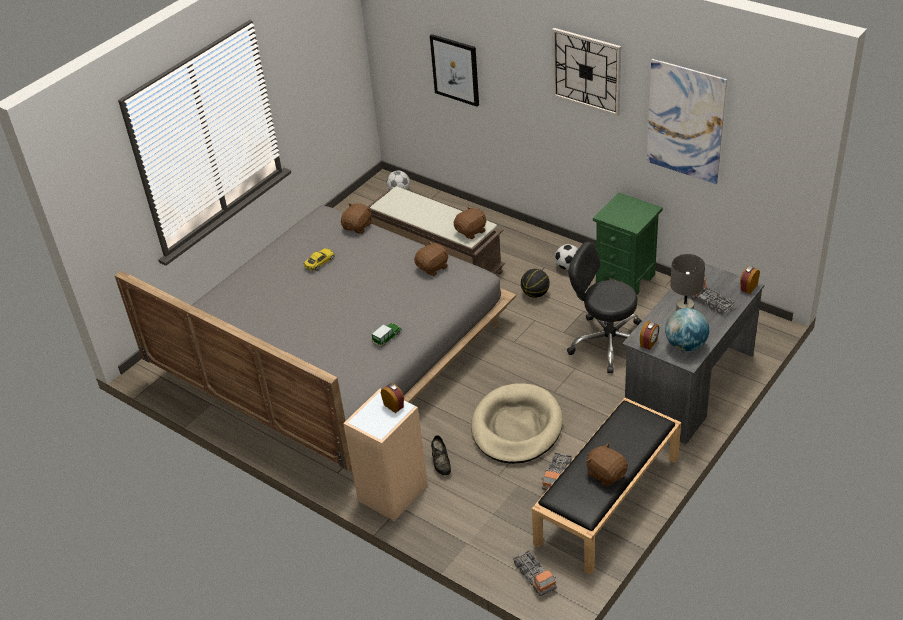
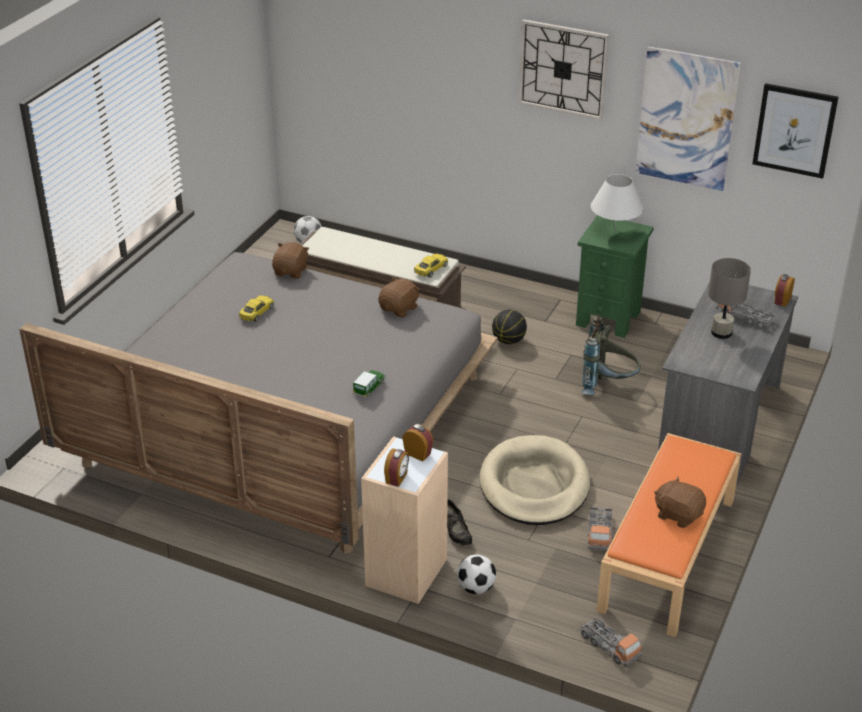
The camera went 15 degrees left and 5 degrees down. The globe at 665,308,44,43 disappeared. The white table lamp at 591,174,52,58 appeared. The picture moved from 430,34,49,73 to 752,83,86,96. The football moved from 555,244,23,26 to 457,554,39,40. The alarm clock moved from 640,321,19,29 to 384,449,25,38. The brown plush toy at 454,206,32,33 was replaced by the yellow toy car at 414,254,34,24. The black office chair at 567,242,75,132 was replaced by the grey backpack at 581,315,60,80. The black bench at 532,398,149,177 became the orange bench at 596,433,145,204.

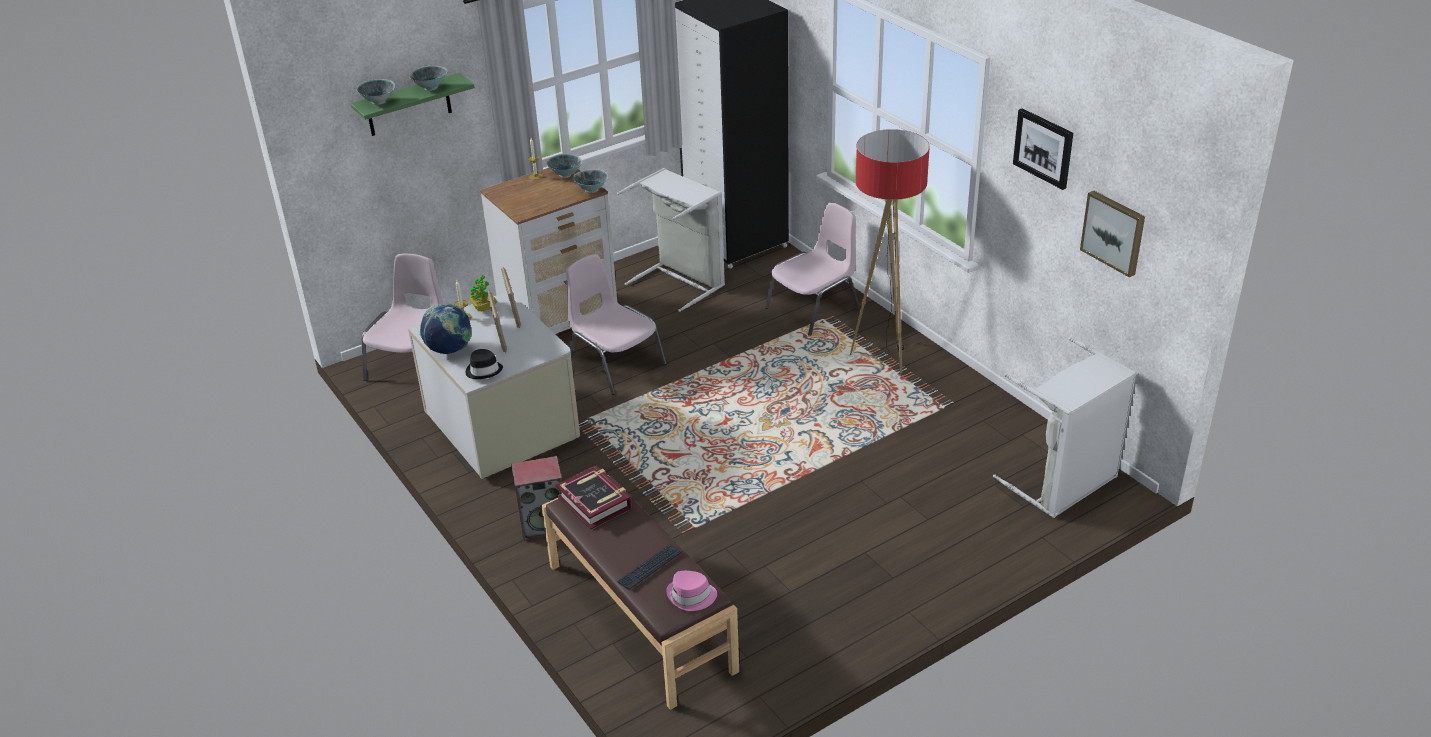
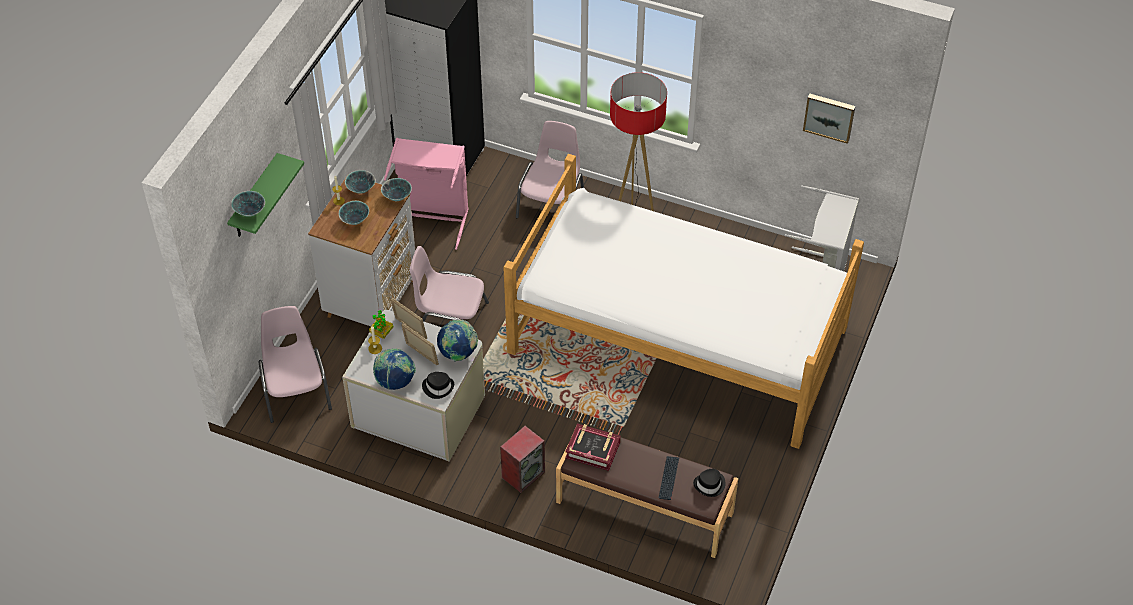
The camera went 35 degrees left and 15 degrees up. The picture at 1013,108,60,82 disappeared. The globe at 437,320,41,42 appeared. The bed at 503,154,361,295 appeared. The bowl moved from 409,66,38,25 to 339,201,30,24. The grey laundry basket at 617,168,108,144 became the pink laundry basket at 384,138,85,112. The pink hat at 666,571,51,40 became the black hat at 693,469,33,28.

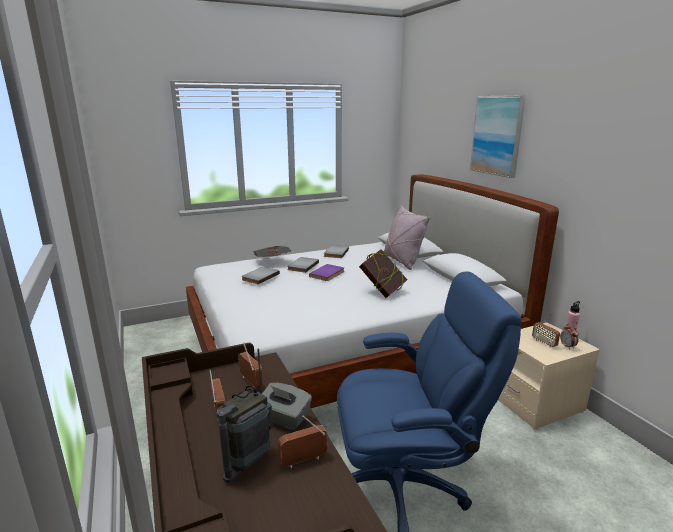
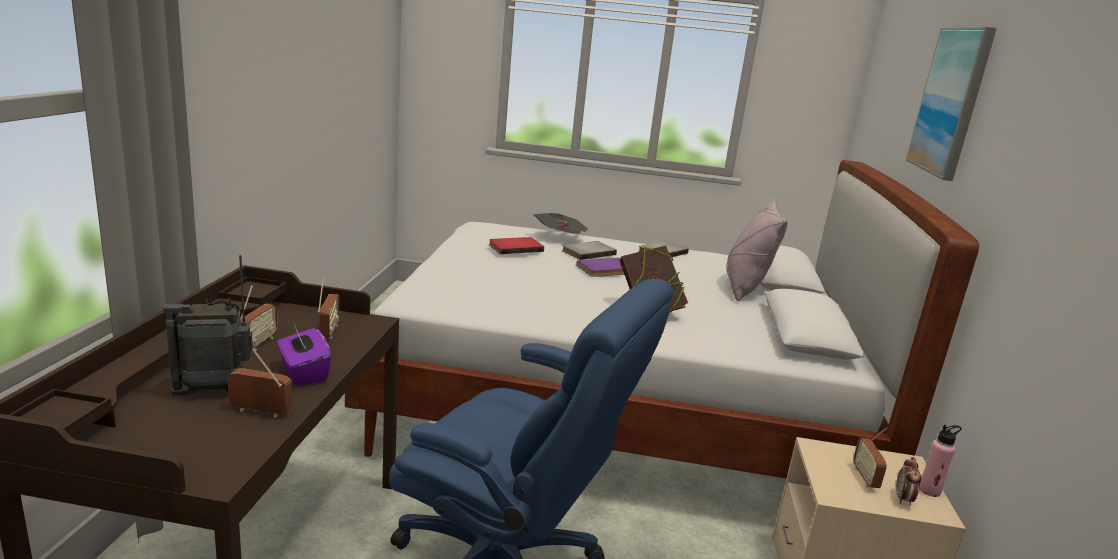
The camera went 30 degrees right and 0 degrees up. The grey book at 242,267,38,17 became the red book at 489,237,55,17. The grey tissue box at 262,383,50,47 became the purple tissue box at 277,324,55,62.

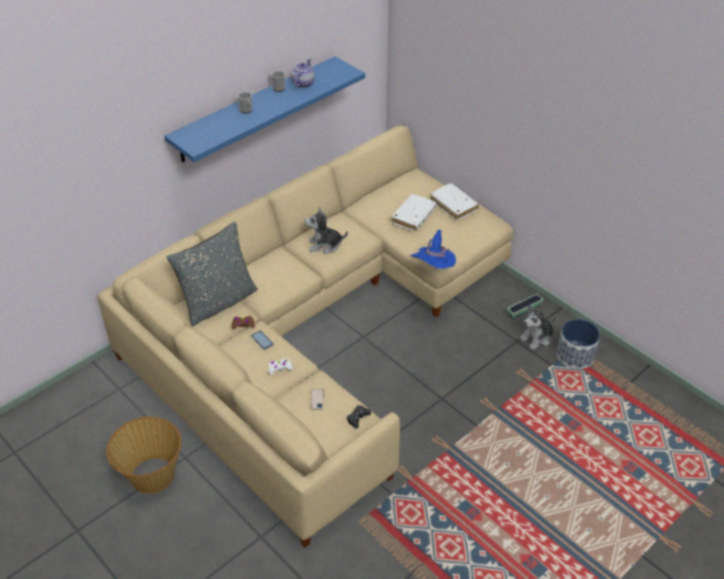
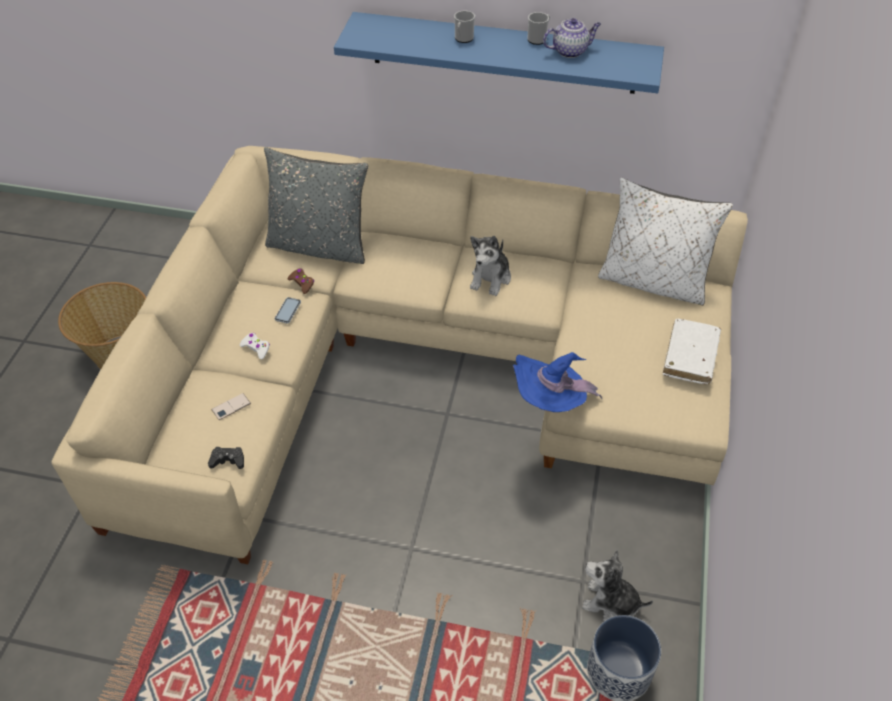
The camera went 55 degrees right and 5 degrees up. The white book at 391,194,46,37 disappeared. The planter at 507,294,36,25 disappeared. The white pillow at 598,178,135,127 appeared. The plush toy at 305,207,43,47 turned 120 degrees counterclockwise.

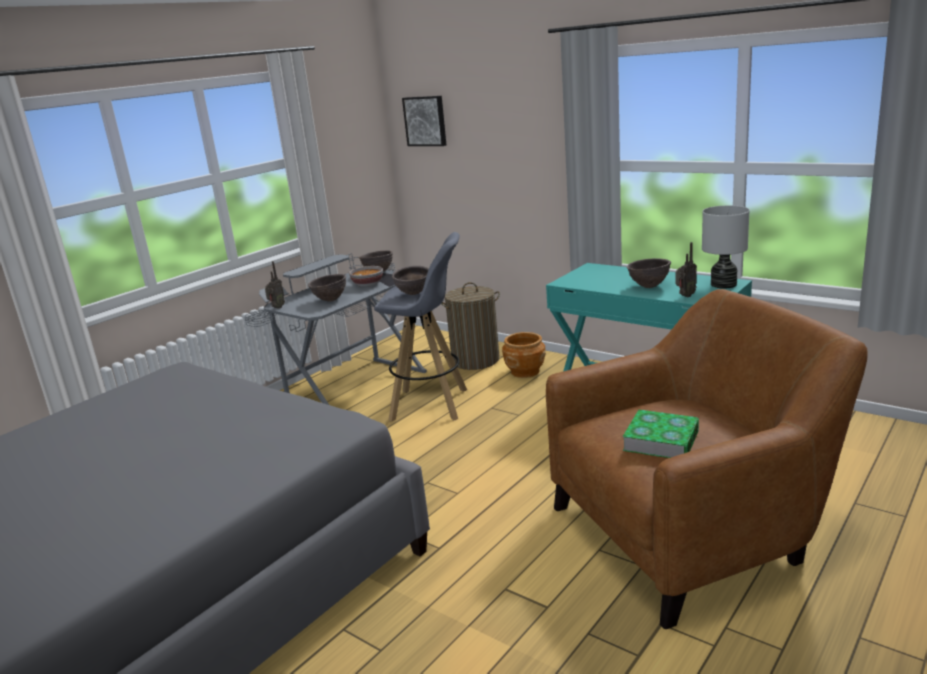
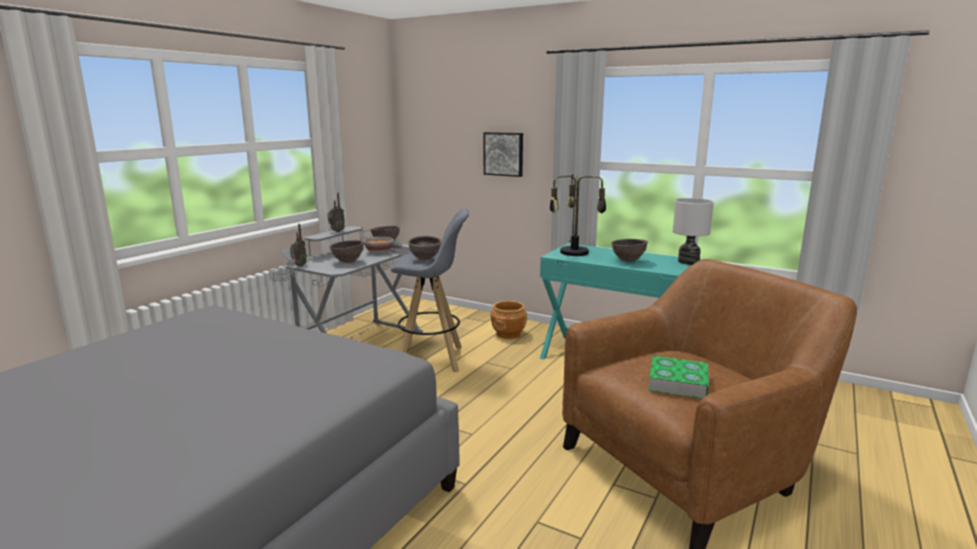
The camera went 10 degrees left and 5 degrees down. The laundry basket at 441,282,59,88 disappeared. The table lamp at 550,173,56,83 appeared. The picture moved from 402,96,44,50 to 484,132,39,45. The radio moved from 675,242,22,55 to 328,193,17,39.

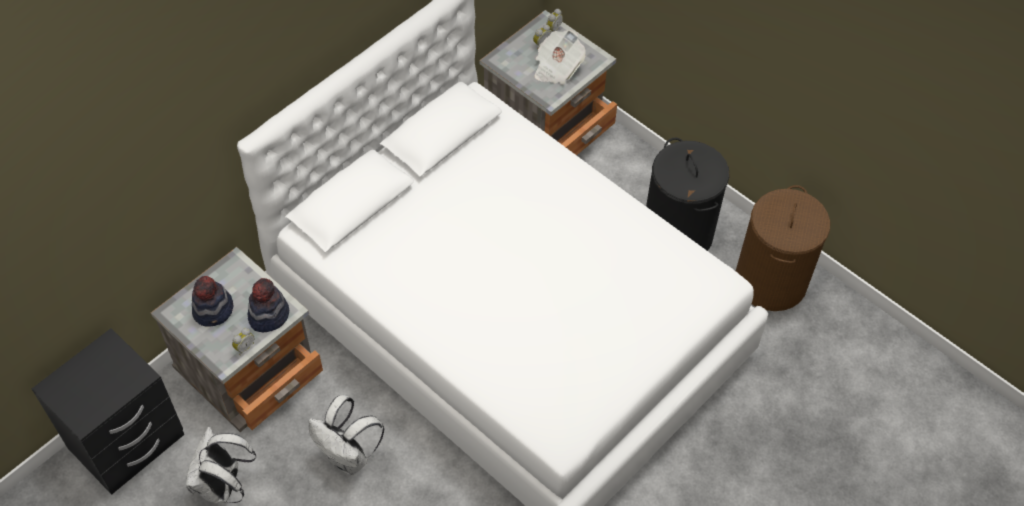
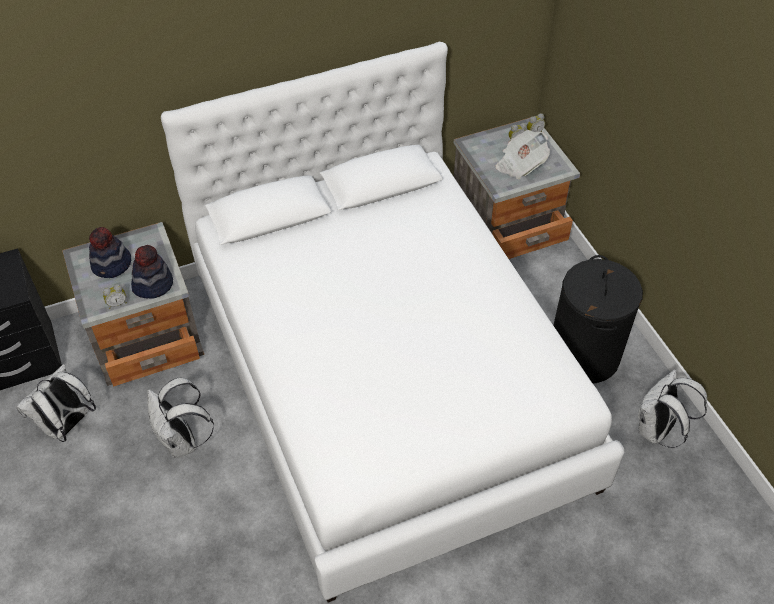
The camera went 25 degrees right and 5 degrees down. The brown laundry basket at 736,185,94,126 was replaced by the white backpack at 638,369,69,79.

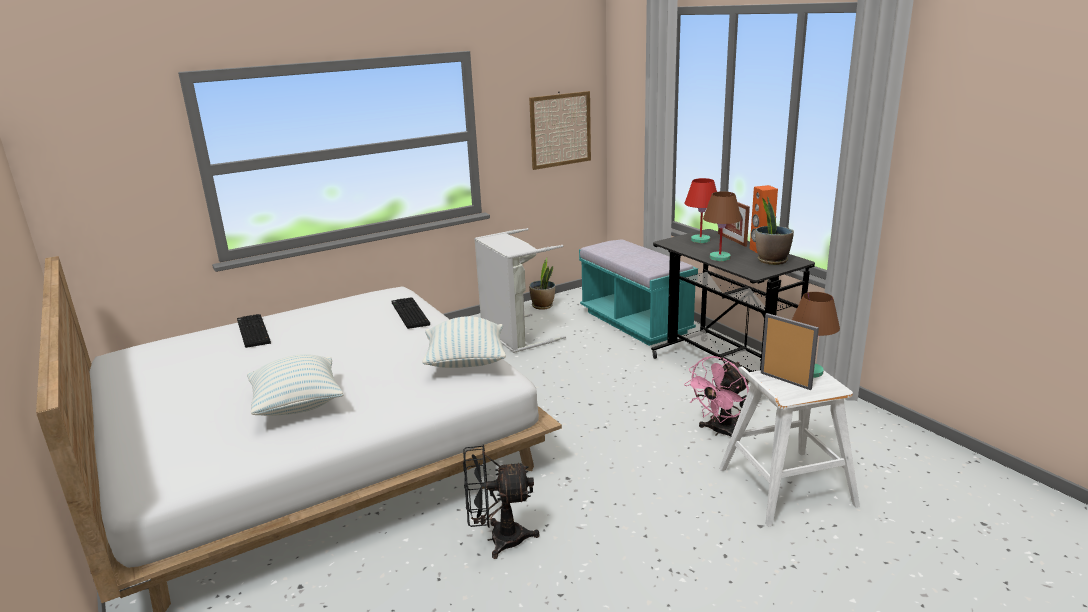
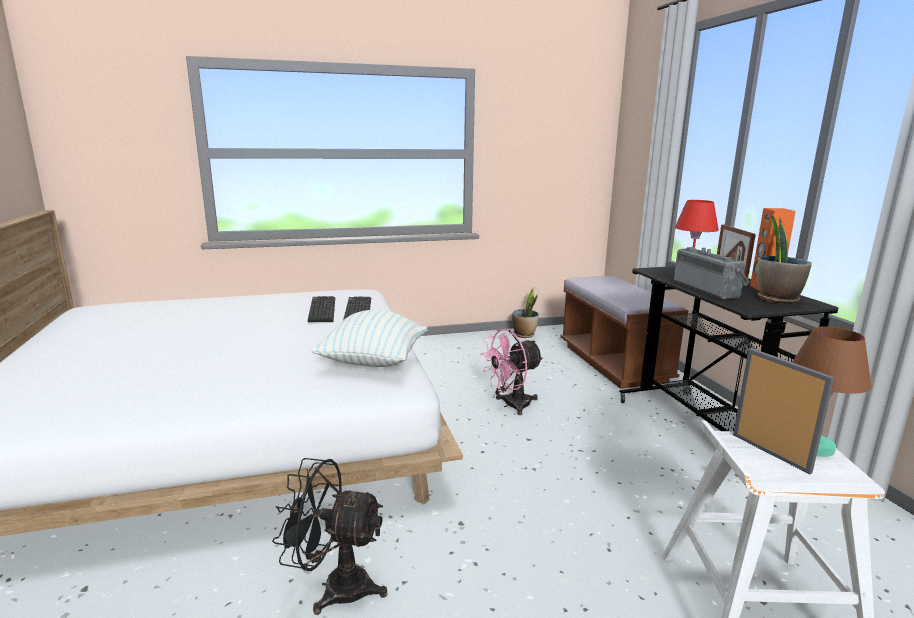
The camera went 15 degrees right and 5 degrees down. The pillow at 247,354,97,62 disappeared. The grey laundry basket at 474,228,92,125 disappeared. The picture at 529,91,62,79 disappeared. The keyboard moved from 237,314,34,34 to 308,296,27,26. The pink fan moved from 684,356,65,81 to 480,329,63,86. The brown table lamp at 703,191,39,70 was replaced by the radio at 674,247,75,52. The turquoise bench at 579,239,119,107 became the brown bench at 560,276,128,113.

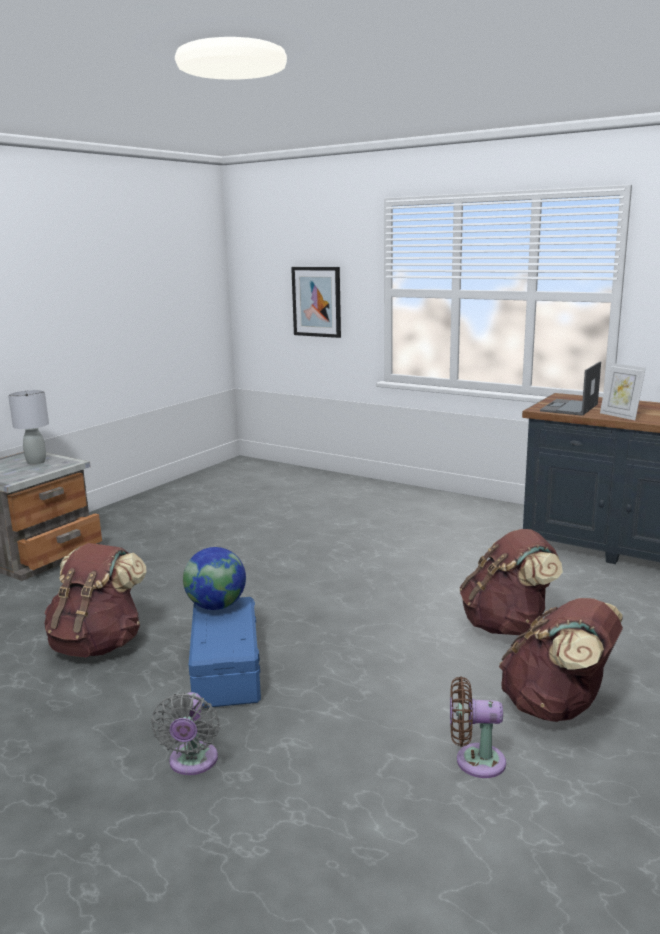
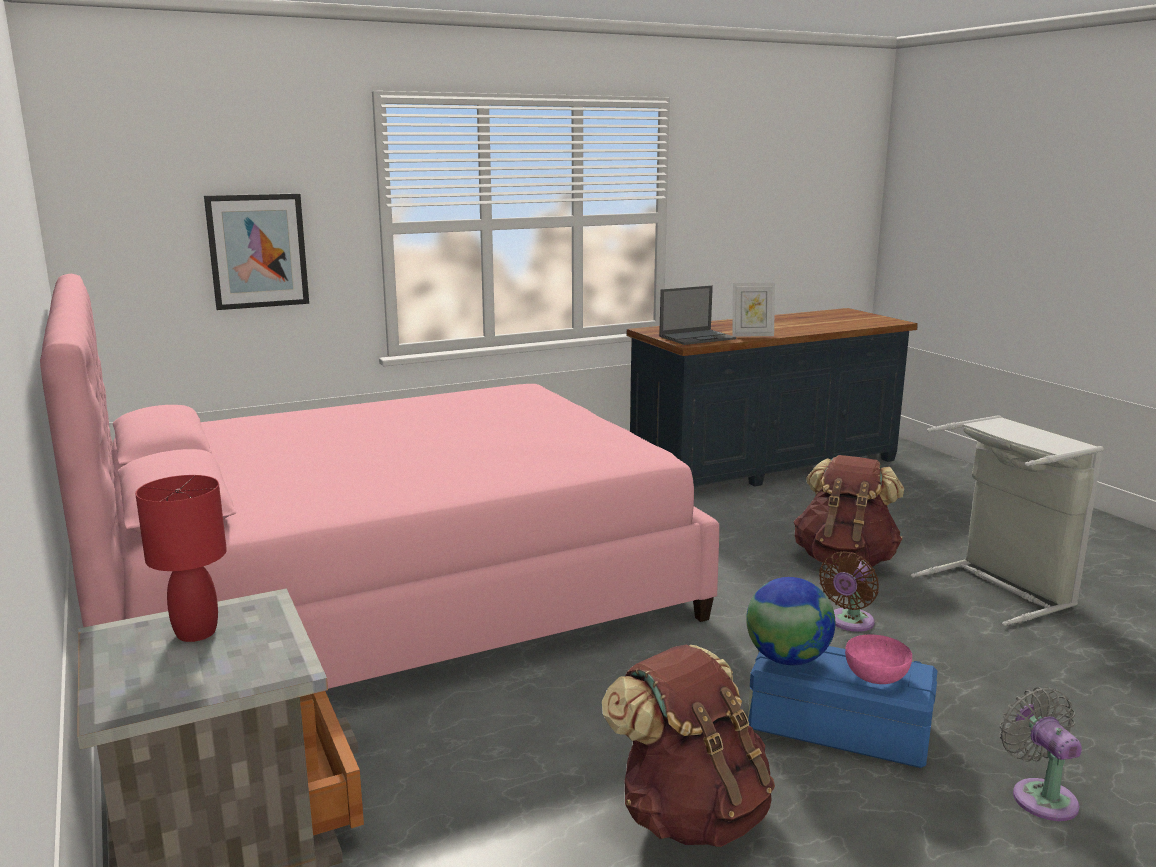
The camera went 60 degrees left and 0 degrees up. The pink bed at 40,274,679,415 appeared. The pink bowl at 845,635,67,49 appeared. The brown fan moved from 450,677,56,101 to 819,551,60,81. The brown backpack at 499,598,124,124 was replaced by the grey laundry basket at 911,415,193,211. The grey table lamp at 8,390,41,75 became the red table lamp at 135,475,92,167. The grey fan at 151,692,69,83 turned 135 degrees counterclockwise. The laptop at 540,361,61,55 turned 90 degrees counterclockwise.

